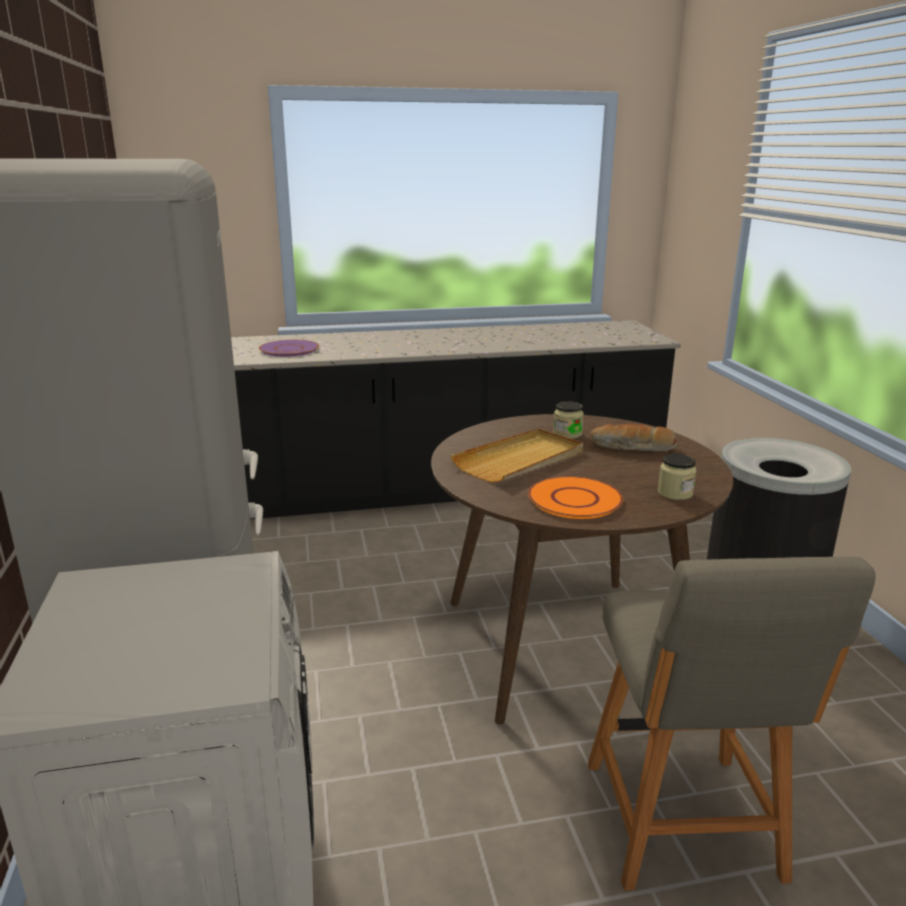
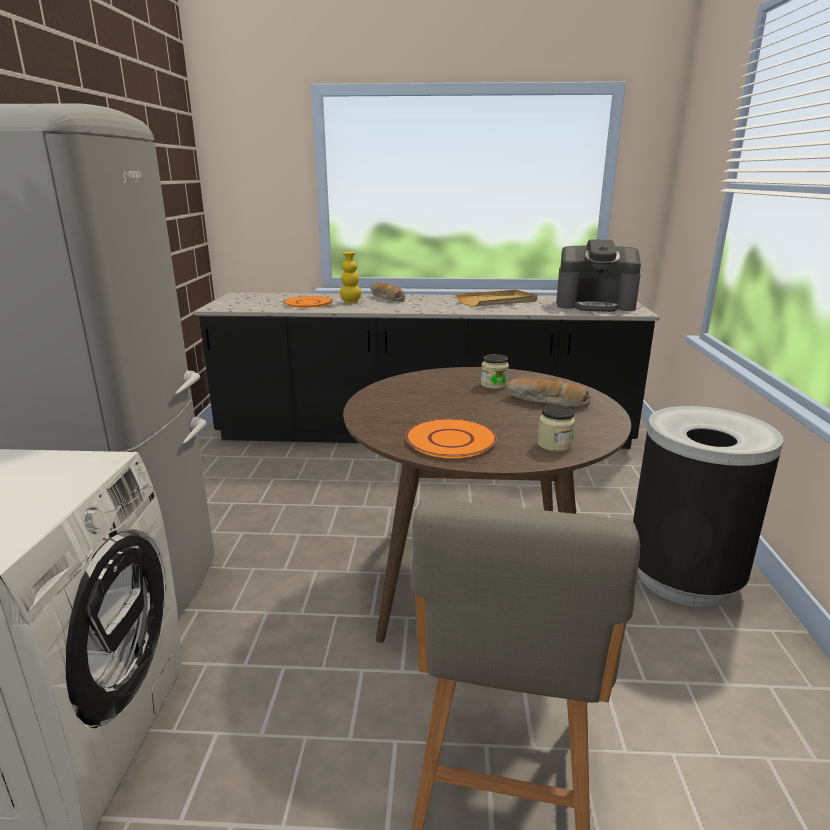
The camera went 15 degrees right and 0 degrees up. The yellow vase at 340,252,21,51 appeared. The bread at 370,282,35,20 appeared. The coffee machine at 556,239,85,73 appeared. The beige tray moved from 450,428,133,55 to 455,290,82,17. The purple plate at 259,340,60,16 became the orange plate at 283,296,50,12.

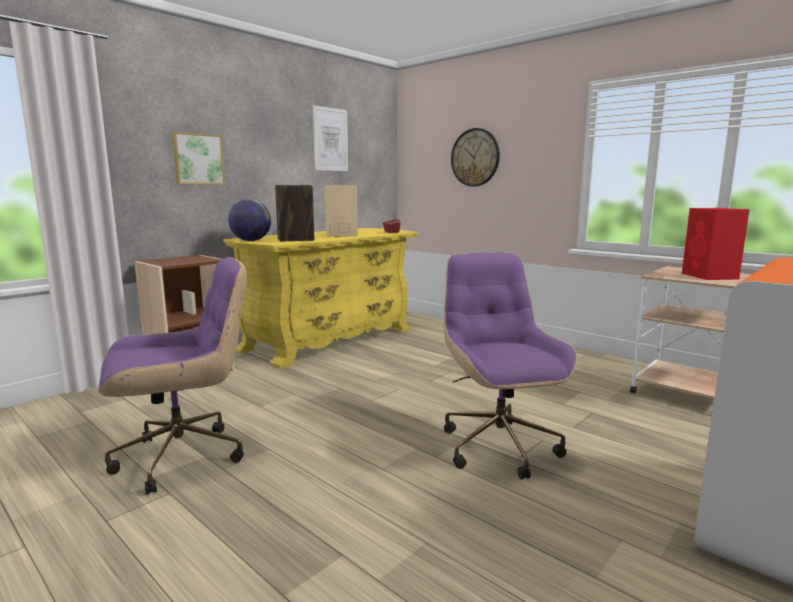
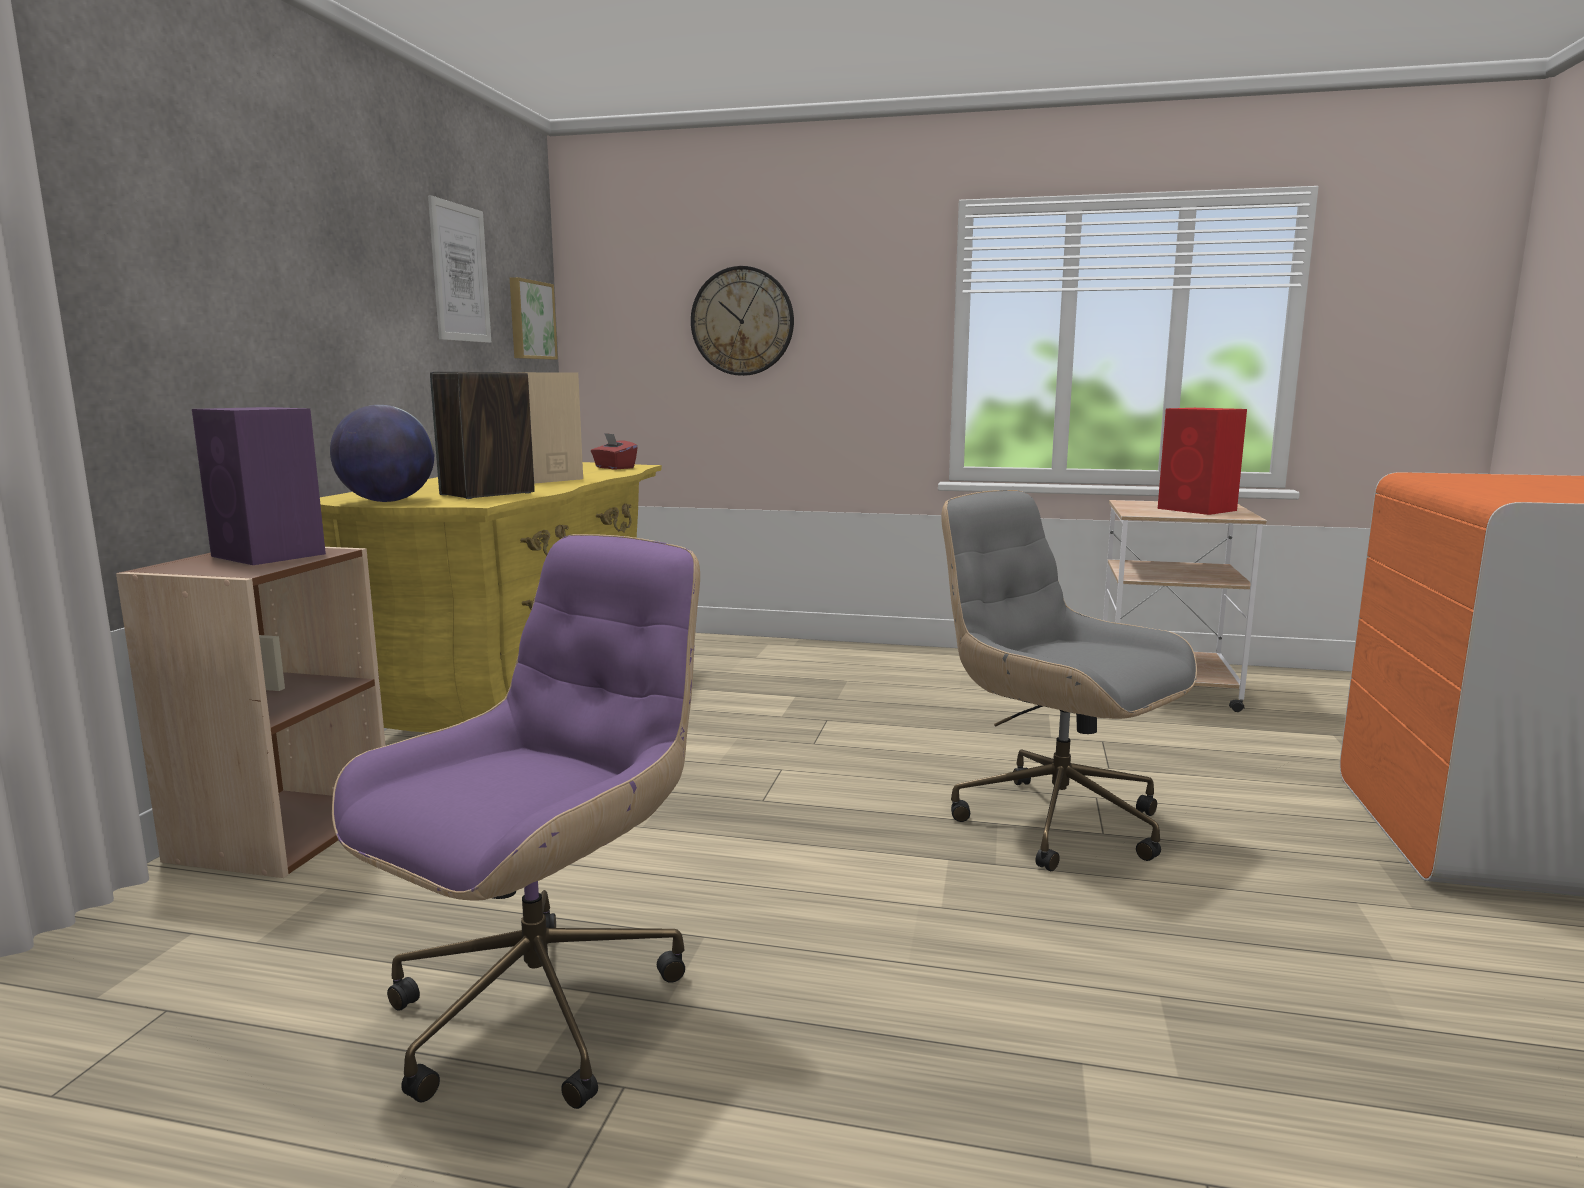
The camera went 30 degrees left and 0 degrees up. The purple speaker at 192,407,134,158 appeared. The picture moved from 172,132,53,52 to 510,277,48,83. The purple office chair at 444,252,133,227 became the grey office chair at 941,490,256,381.

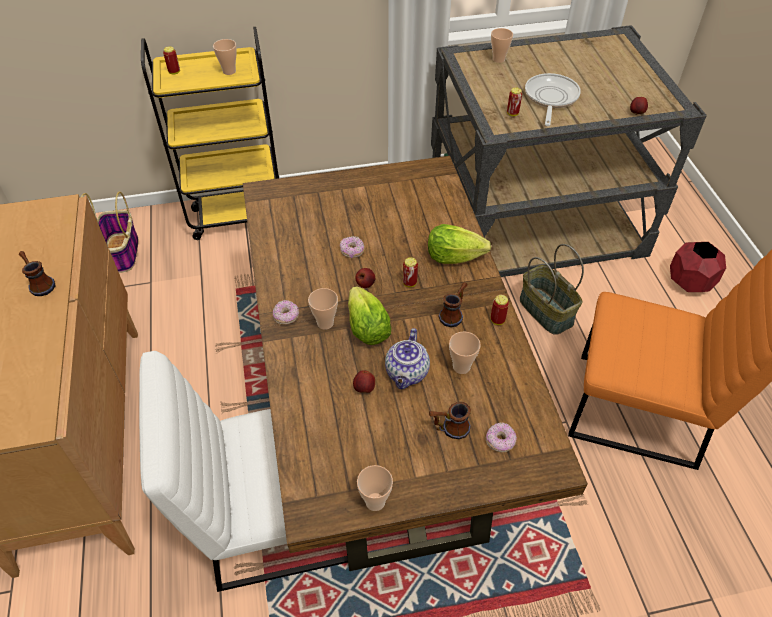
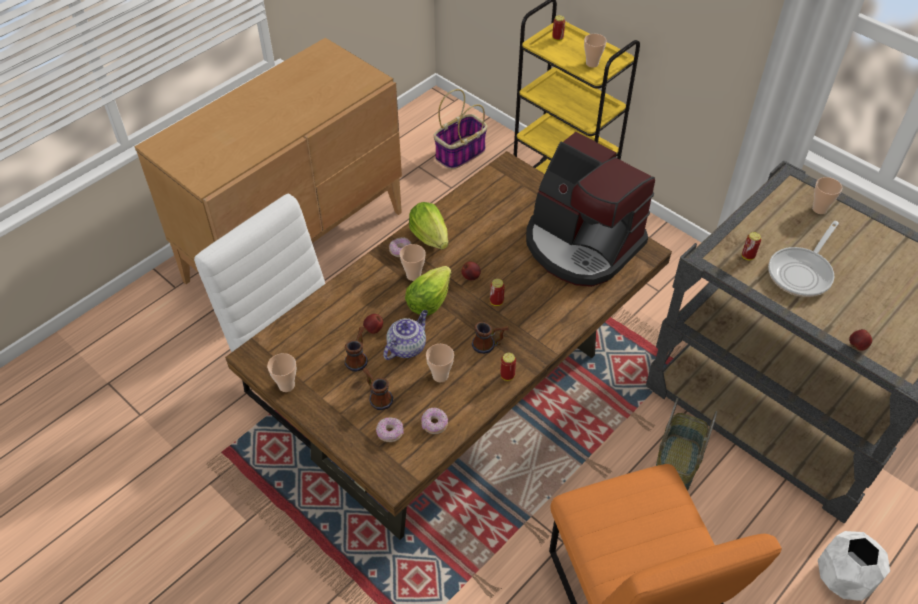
The camera went 55 degrees right and 0 degrees up. The coffee machine at 526,132,129,155 appeared. The mug moved from 19,251,37,45 to 345,327,23,45. The donut moved from 340,236,24,22 to 421,408,27,26. The lettuce moved from 428,224,63,40 to 409,202,39,48. The red planter at 670,242,56,50 became the white planter at 818,531,72,70. The teapot at 385,328,45,61 turned 150 degrees clockwise. The frying pan at 525,73,56,53 turned 150 degrees clockwise.

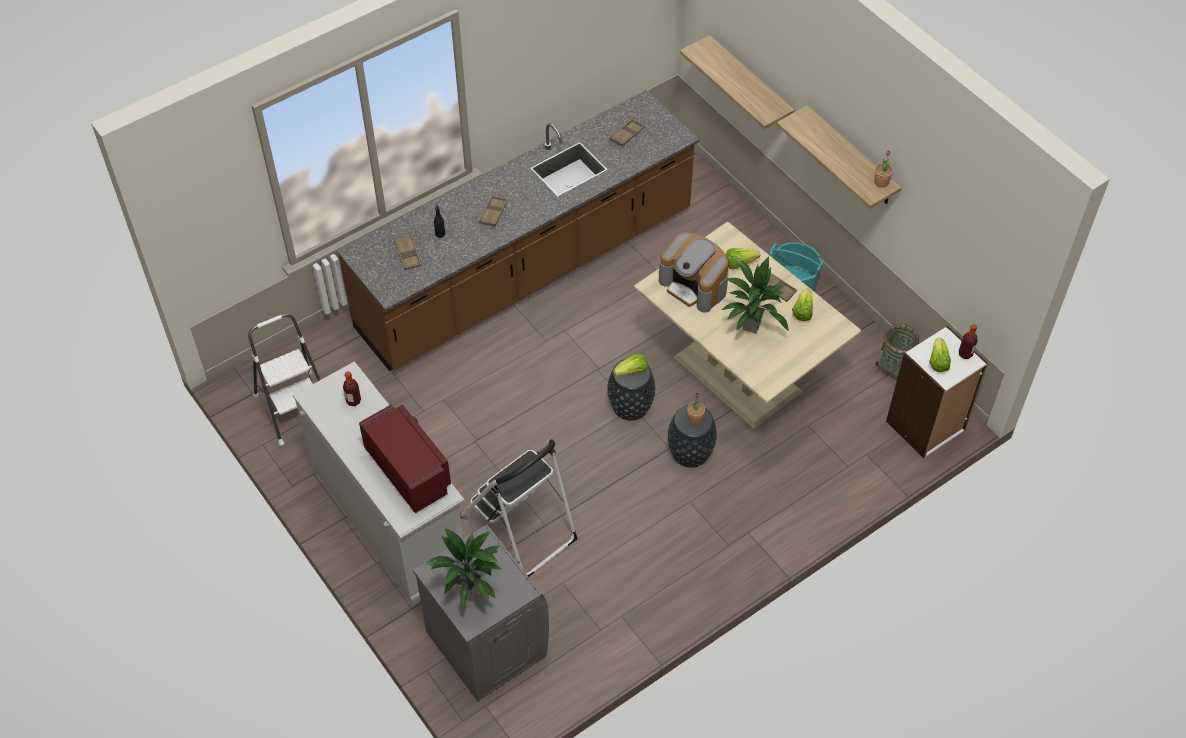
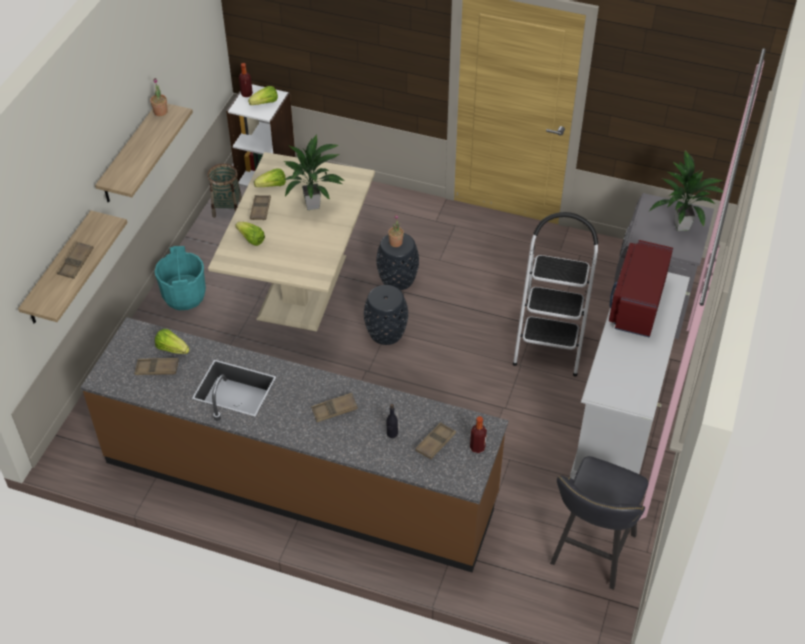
The camera went 125 degrees left and 5 degrees down. The coffee machine at 659,232,70,81 disappeared. The brown tray at 57,242,36,37 appeared. The bottle moved from 343,371,18,35 to 470,416,17,37. The lettuce moved from 613,353,35,23 to 155,329,35,25. The white step ladder at 248,314,72,131 was replaced by the black stool at 550,456,98,134.

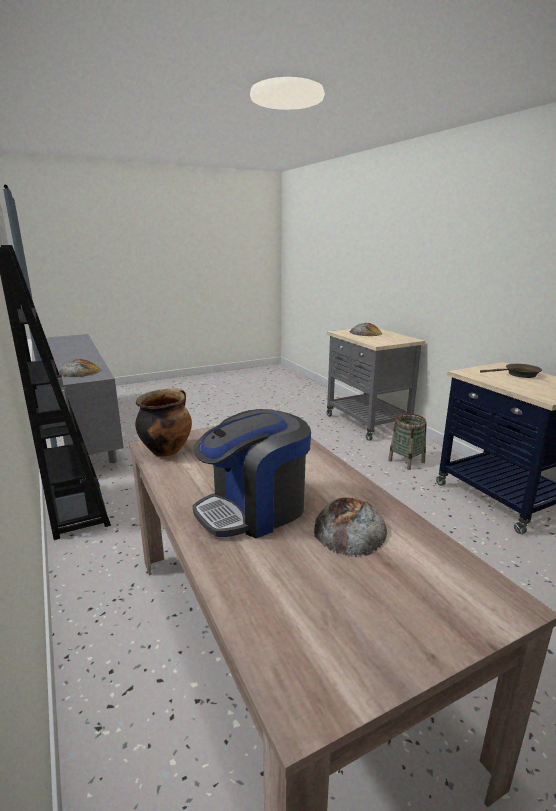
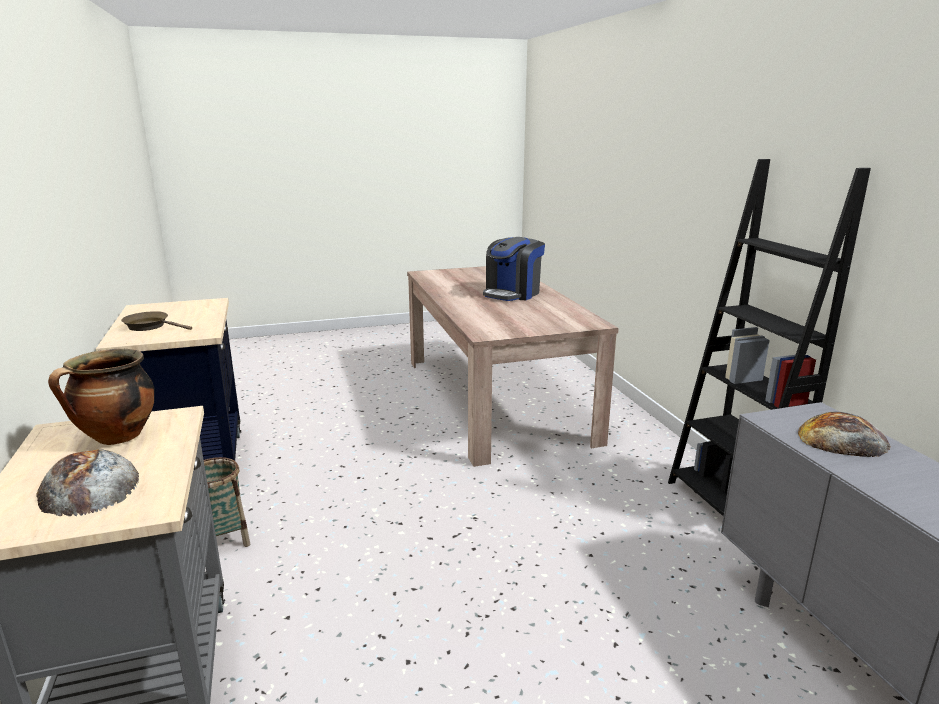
The camera went 170 degrees left and 0 degrees up. The bread at 314,498,73,59 disappeared. The cooking pot moved from 135,388,57,69 to 48,349,107,96. The coffee machine at 193,409,118,130 turned 150 degrees clockwise.

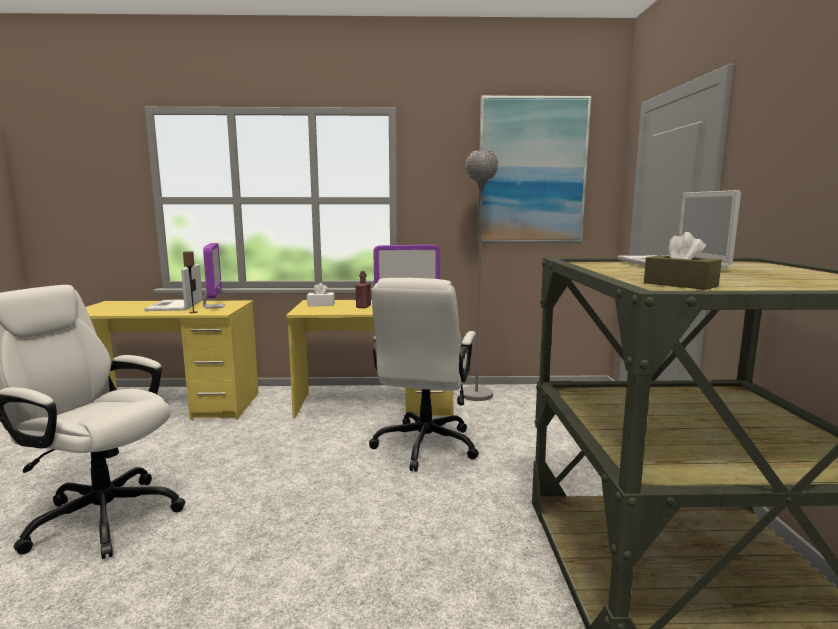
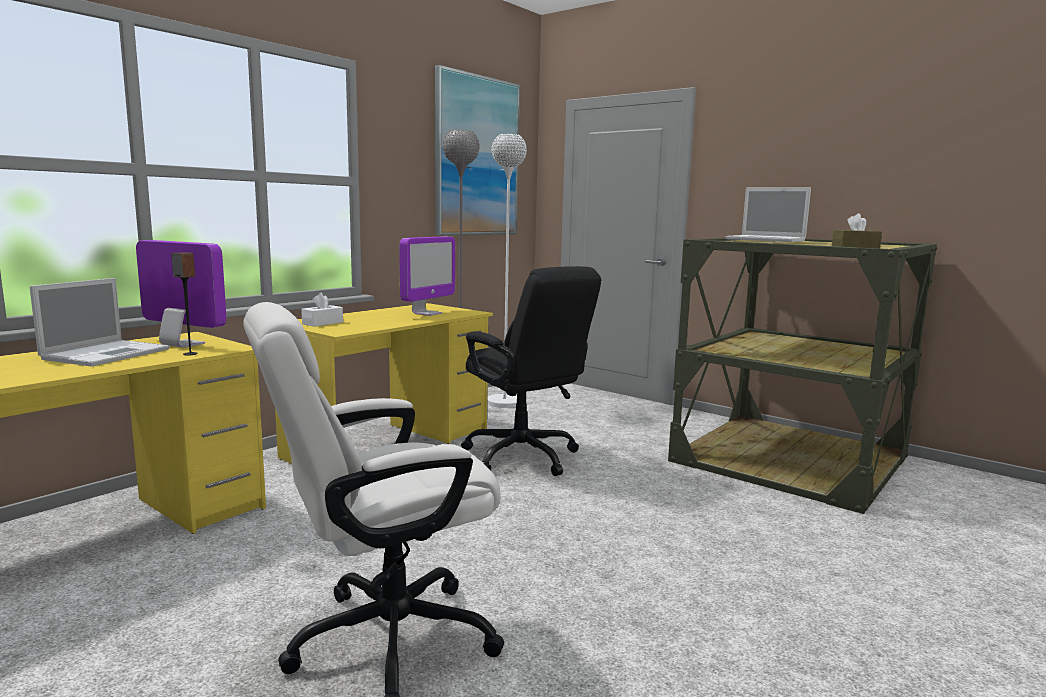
The camera went 50 degrees left and 0 degrees up. The red bottle at 355,271,16,37 disappeared. The white floor lamp at 487,134,40,274 appeared. The white office chair at 369,278,110,194 became the black office chair at 461,266,140,210. The laptop at 144,264,59,47 turned 105 degrees counterclockwise.

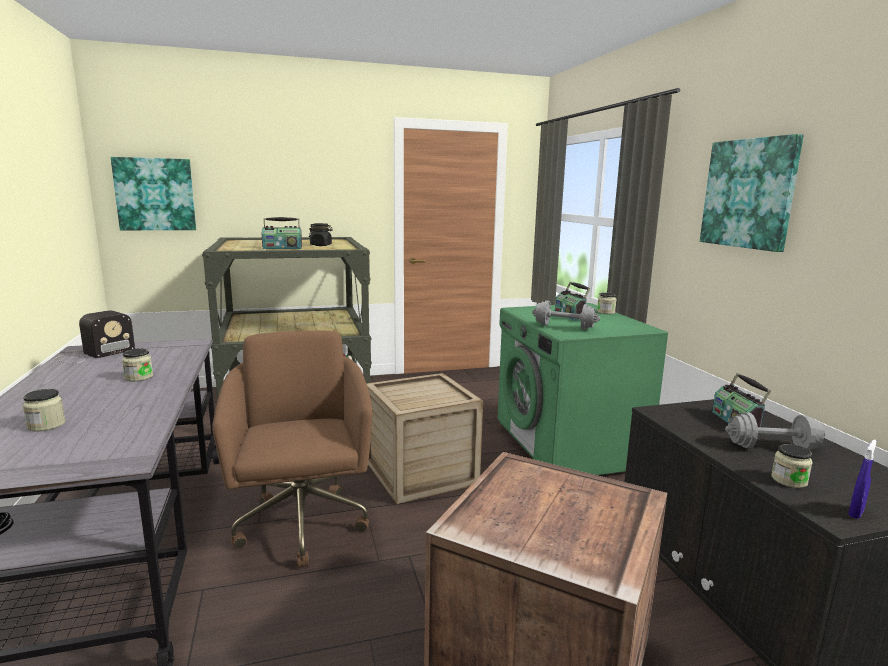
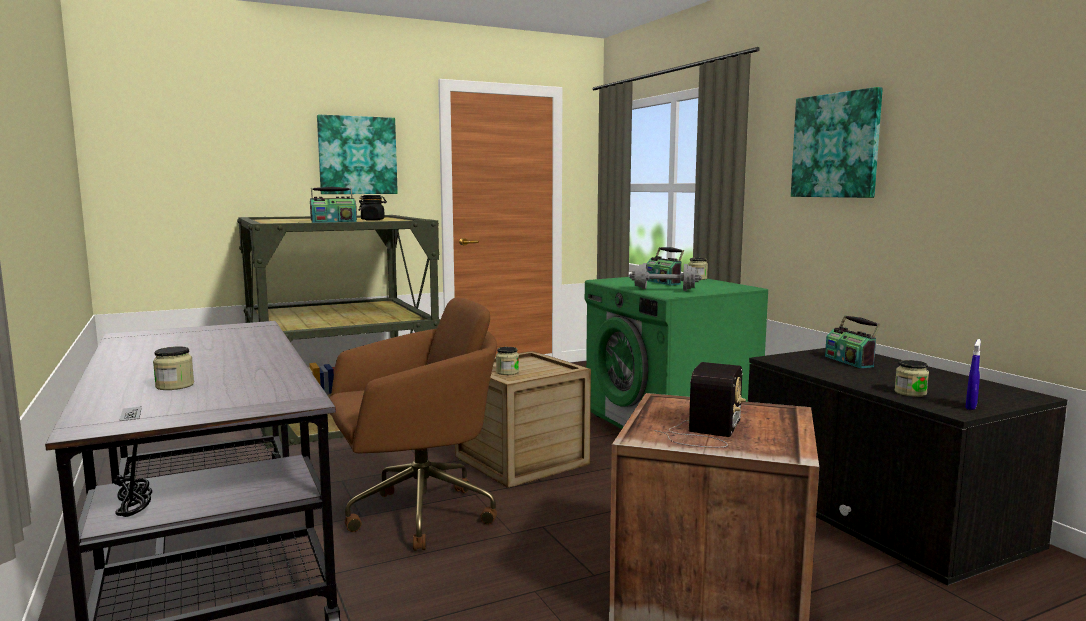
The camera went 10 degrees left and 5 degrees down. The grey dumbbell at 725,412,101,39 disappeared. The radio moved from 56,310,79,53 to 654,362,92,86. The picture moved from 111,157,85,73 to 317,115,81,79. The jar moved from 122,349,31,32 to 496,347,23,28. The brown office chair at 212,331,160,237 turned 90 degrees clockwise.

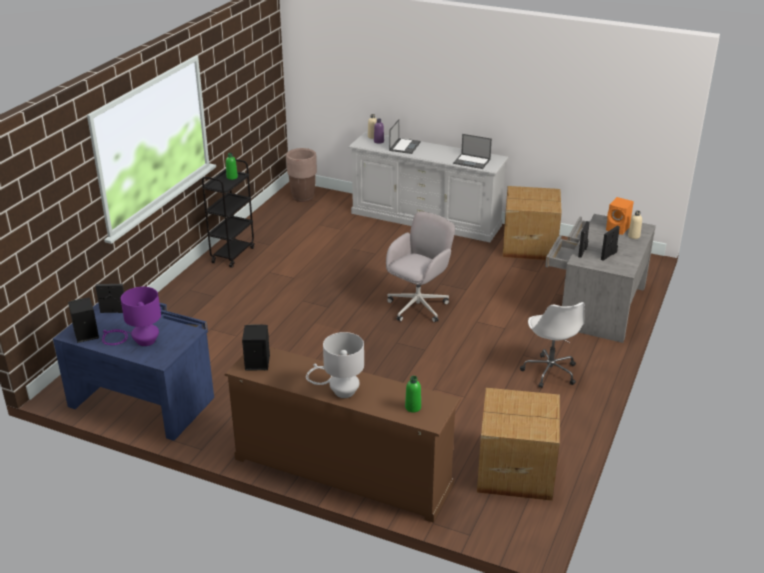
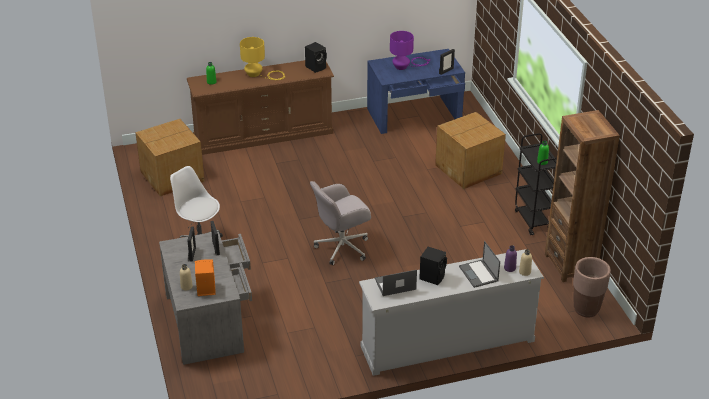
The camera went 140 degrees right and 5 degrees up. The brown bookcase at 545,110,75,172 appeared. The black speaker moved from 68,297,31,46 to 419,247,28,38. The cardboard box moved from 503,186,59,74 to 435,112,71,77. The grey table lamp at 306,332,58,66 became the yellow table lamp at 240,37,45,43. The grey office chair at 386,211,69,111 turned 60 degrees clockwise.

